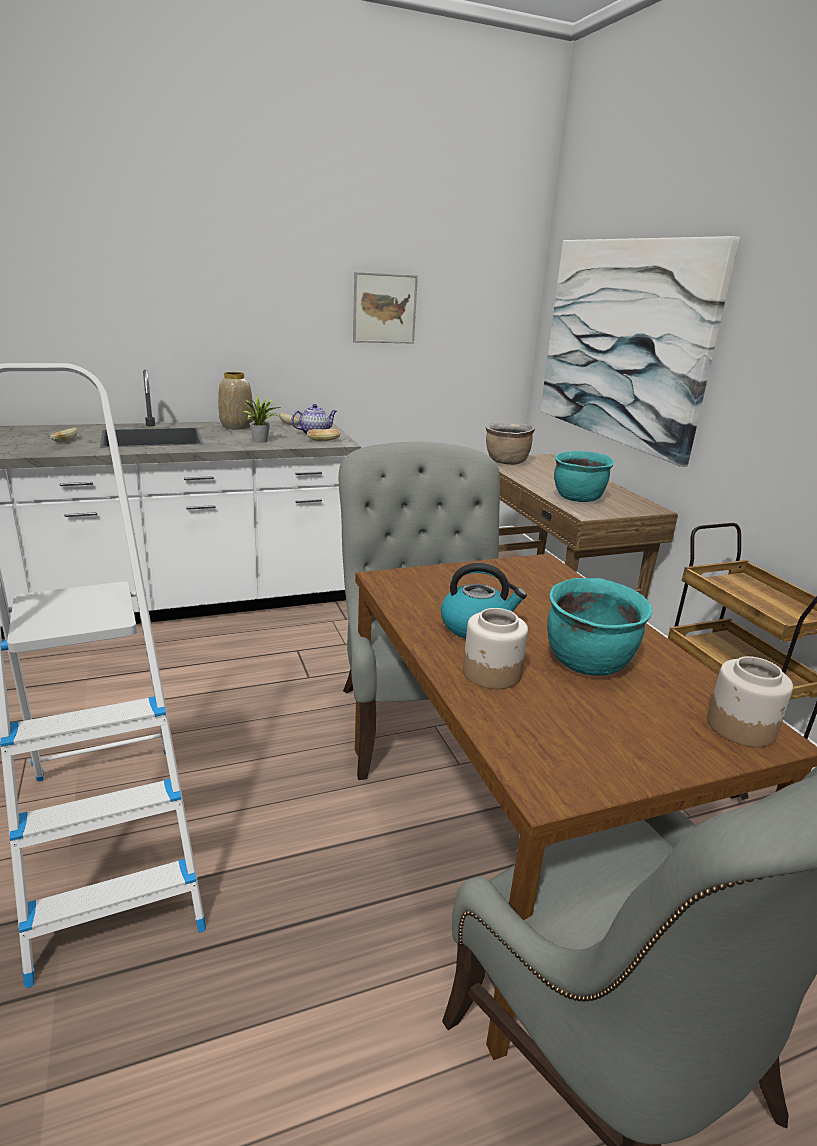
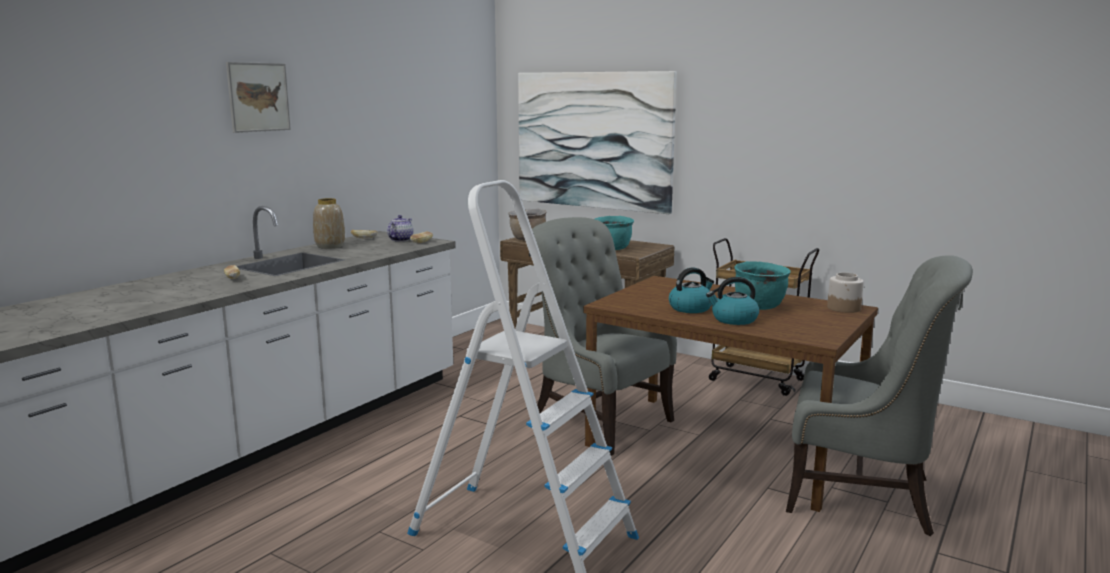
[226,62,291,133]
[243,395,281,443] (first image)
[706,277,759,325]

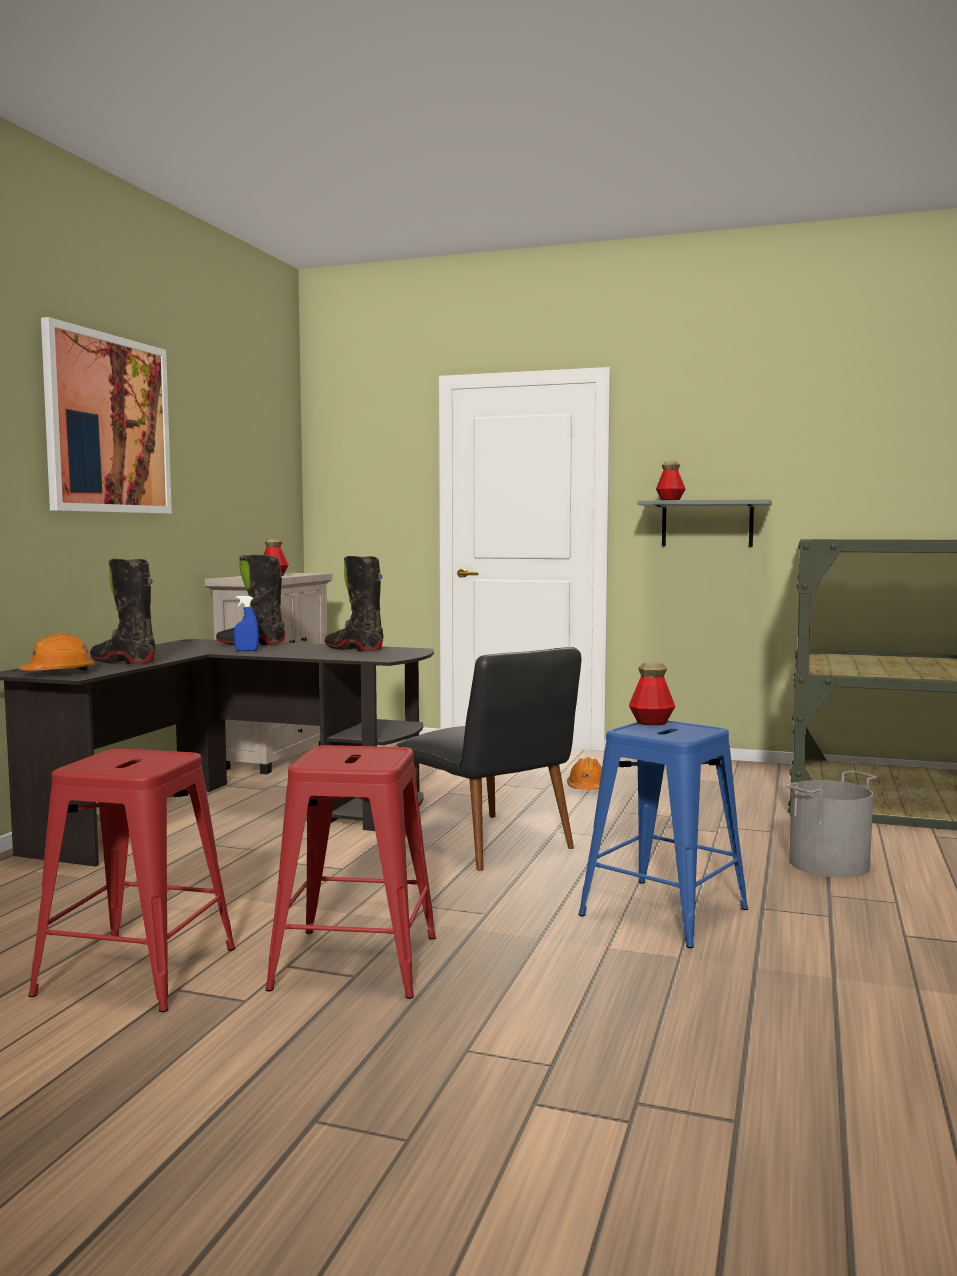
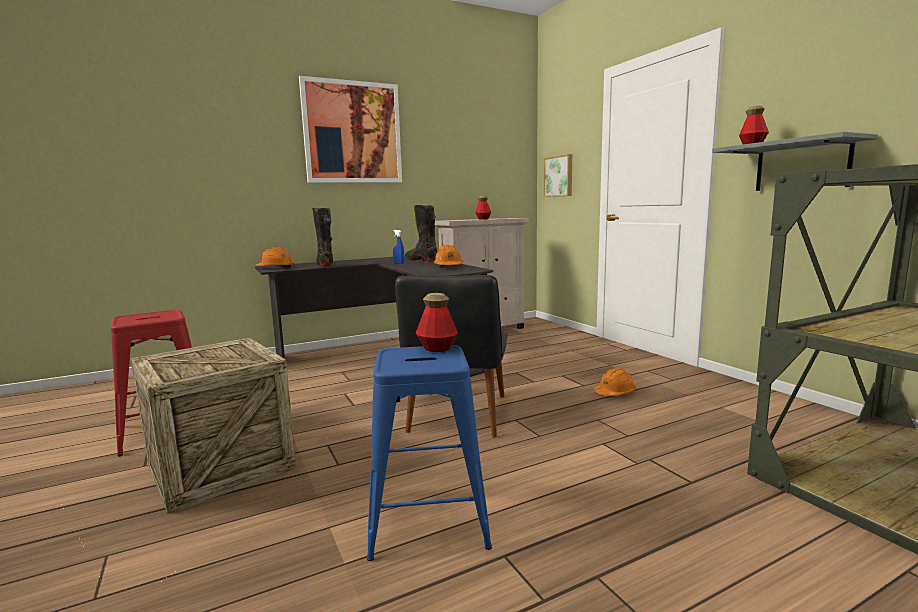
[434,245,463,265]
[131,338,297,514]
[786,770,878,878] (first image)
[544,154,572,197]

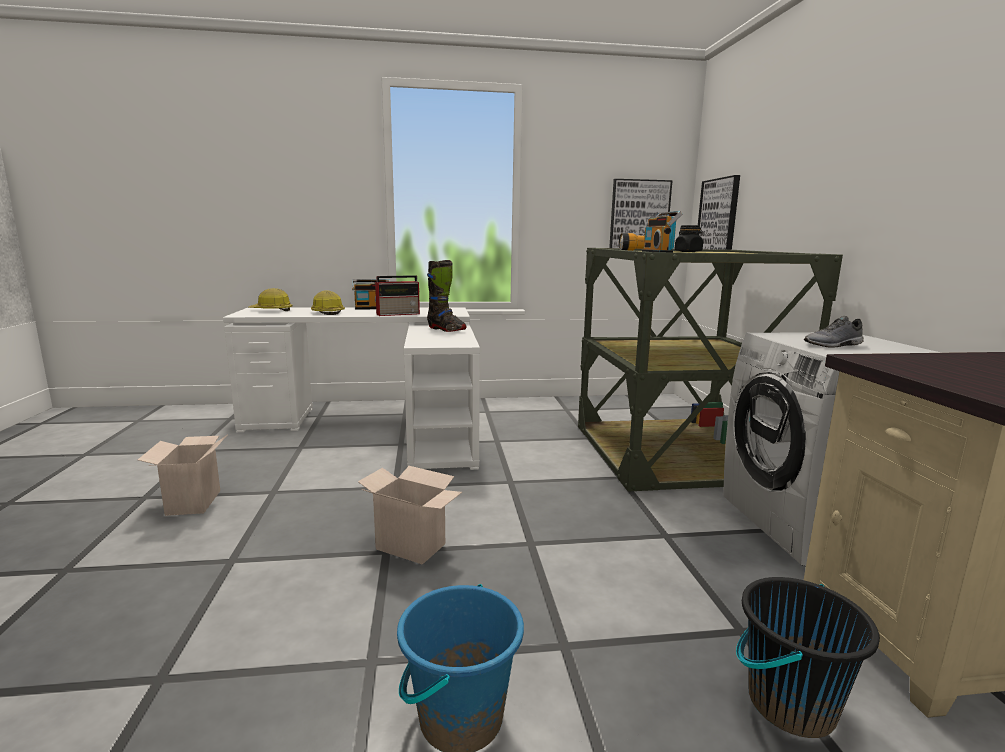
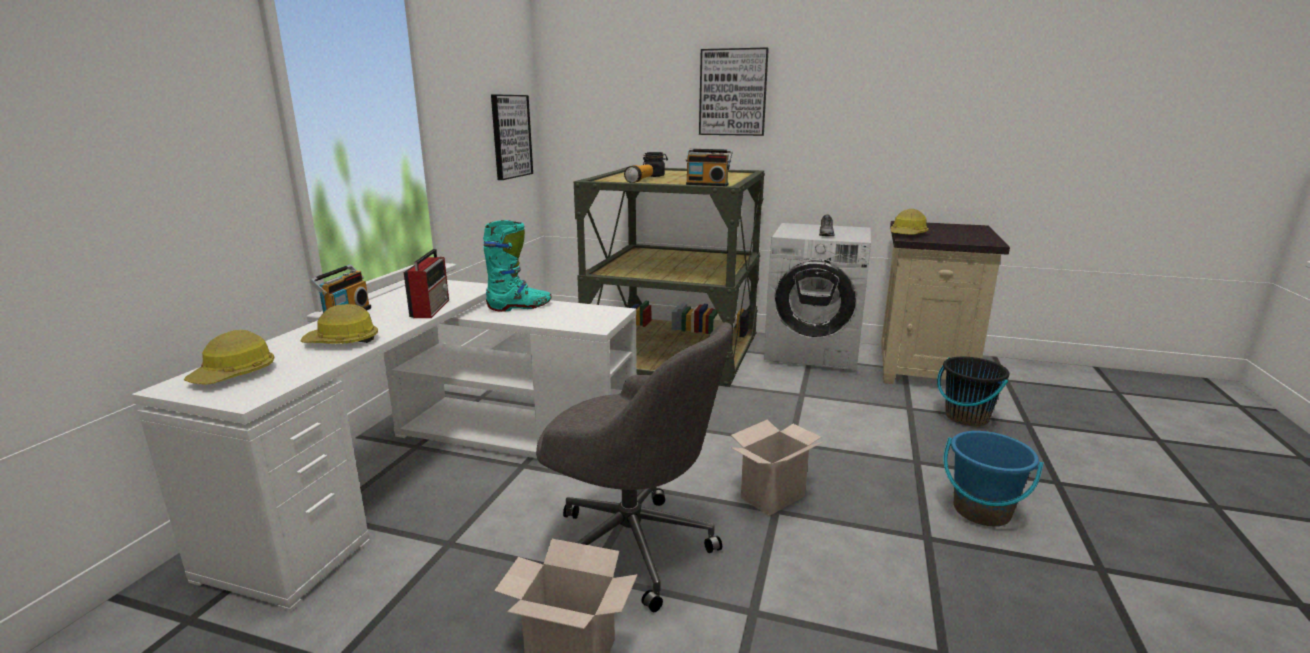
[699,47,769,136]
[483,220,552,312]
[890,209,929,235]
[536,322,732,612]

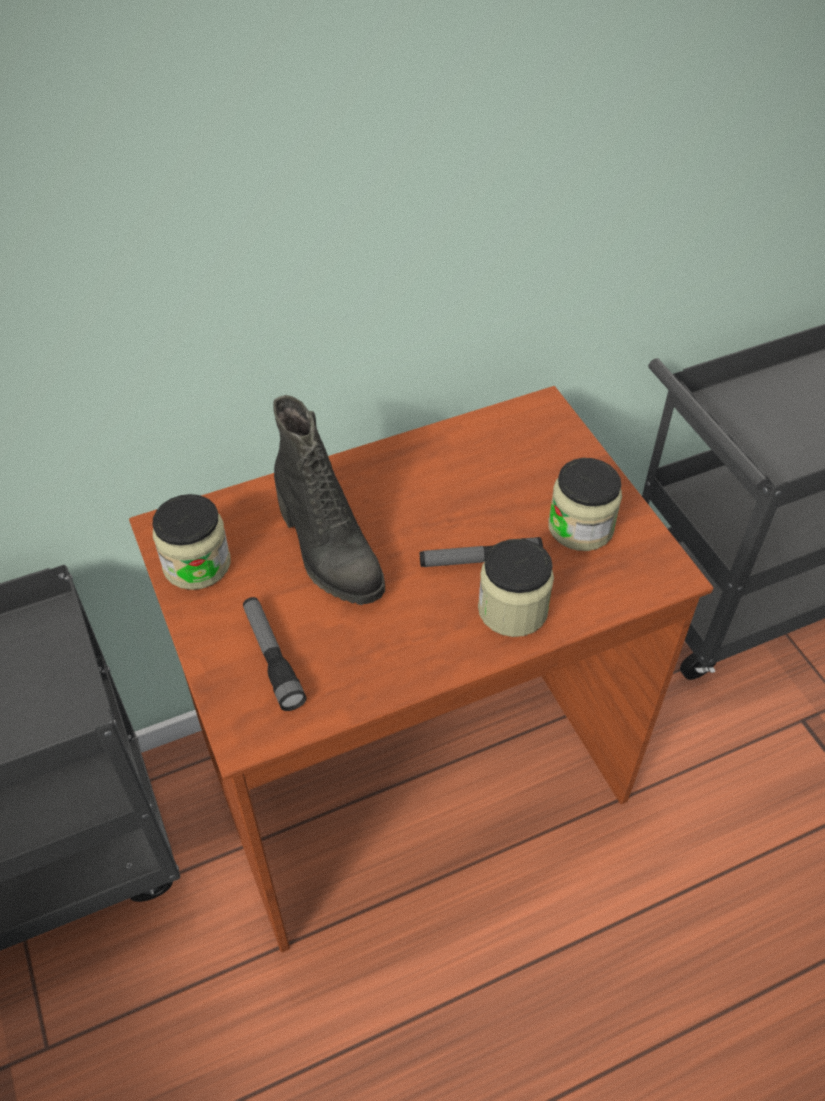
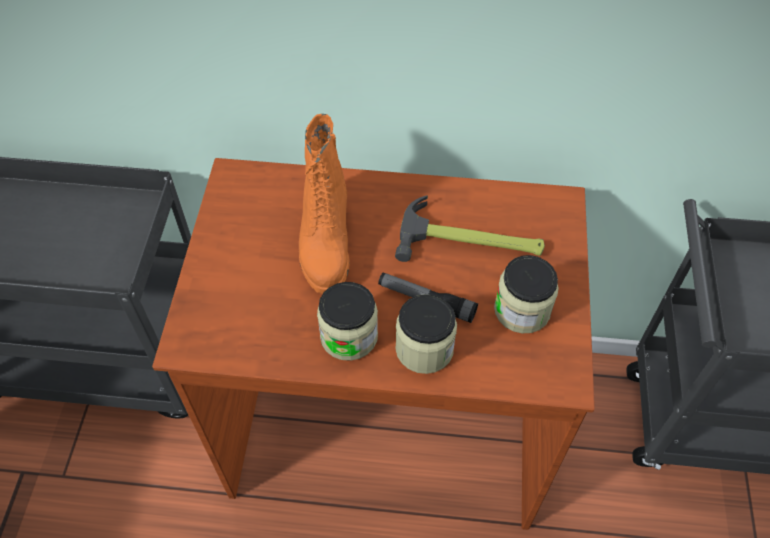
[299,114,350,294]
[317,282,378,361]
[243,597,307,711] (first image)
[395,195,545,262]

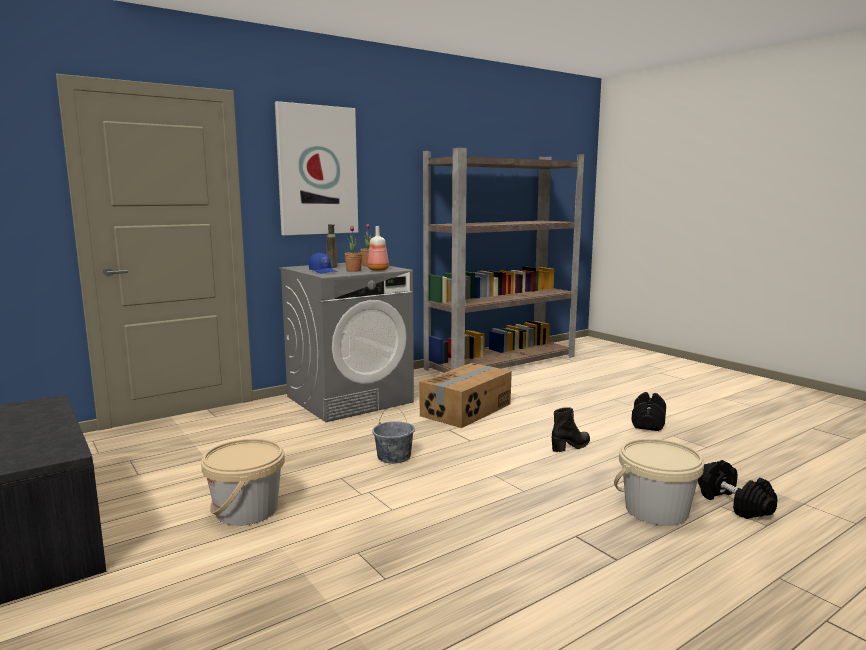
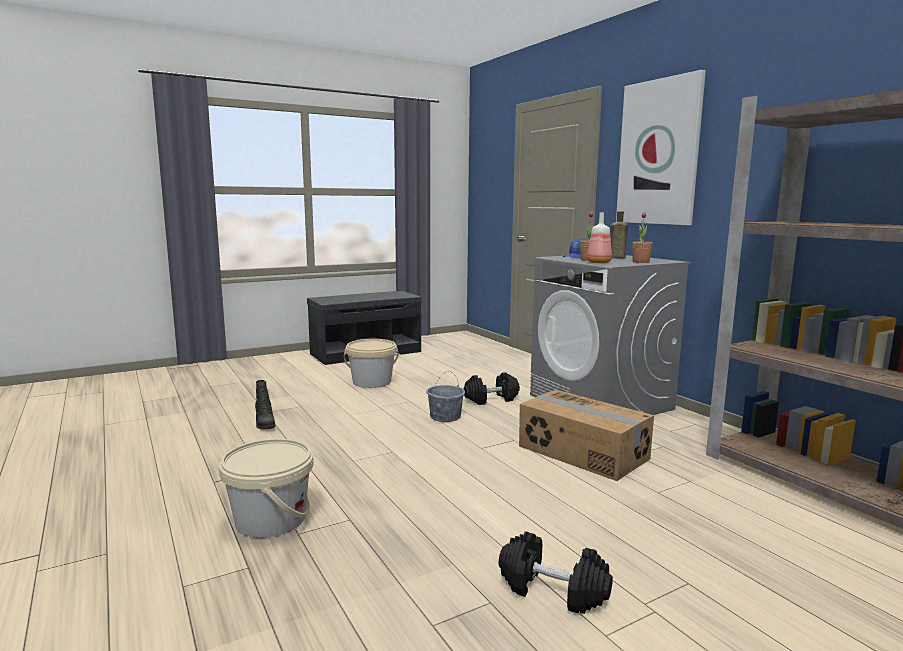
[255,380,276,430]
[464,372,520,405]

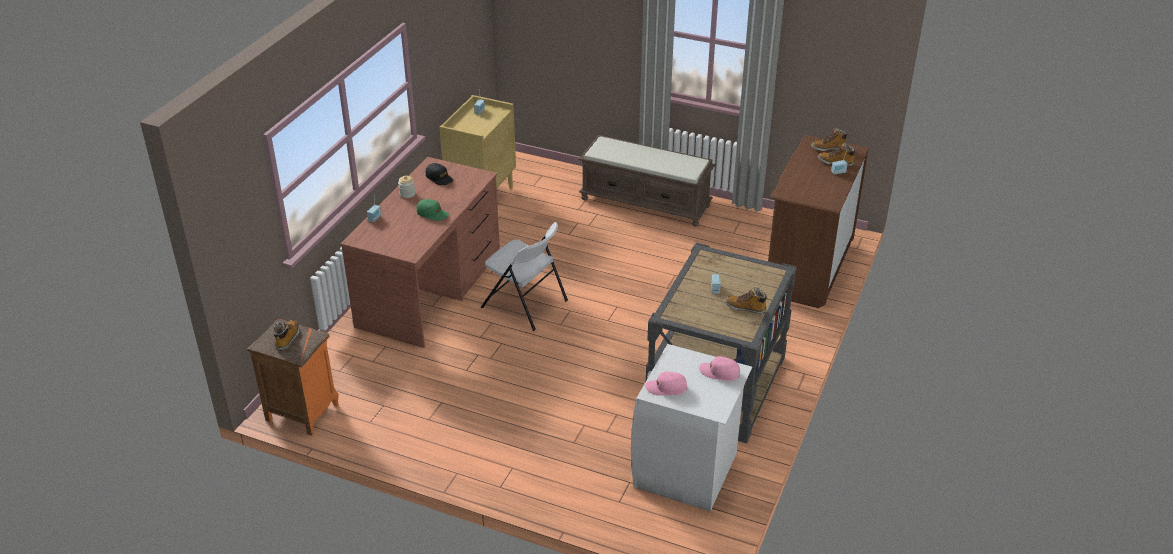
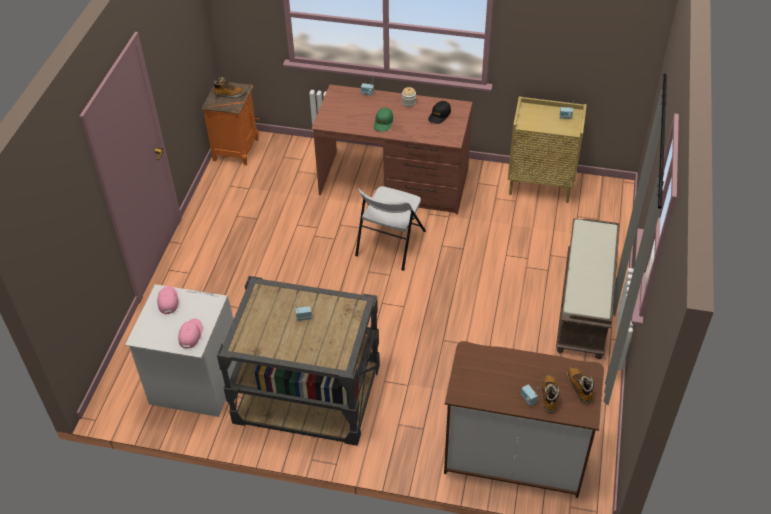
[725,287,768,314] (first image)

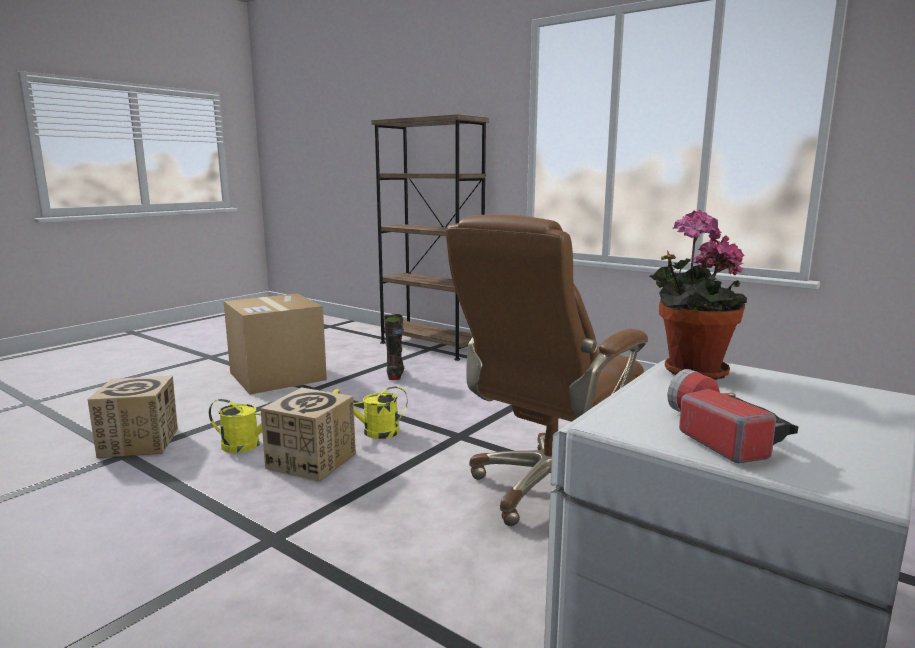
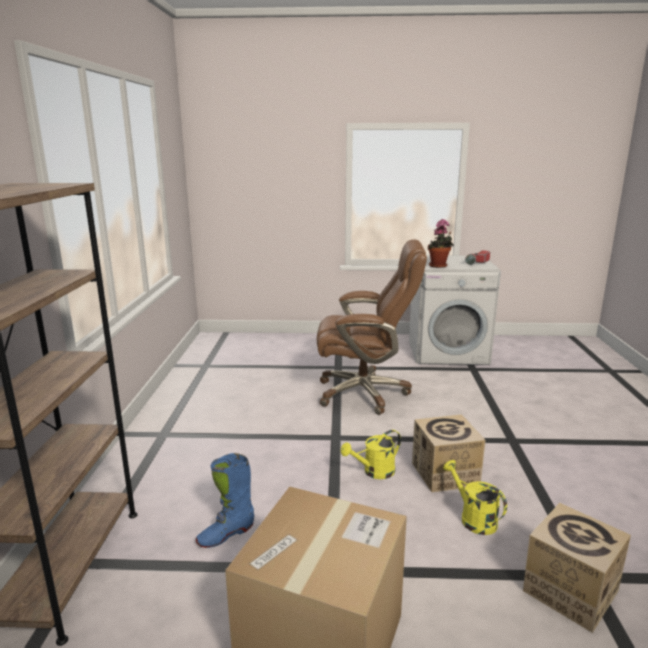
[196,453,254,548]
[341,430,401,479]

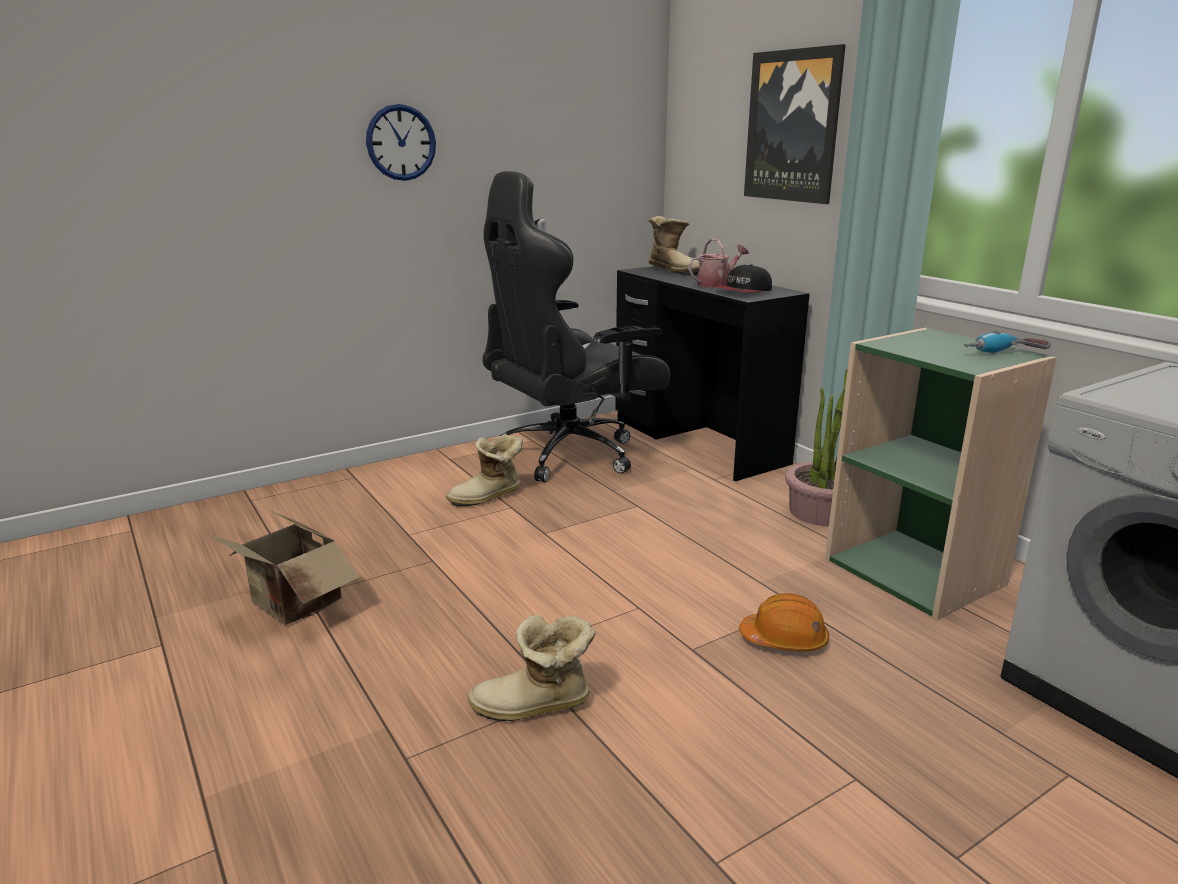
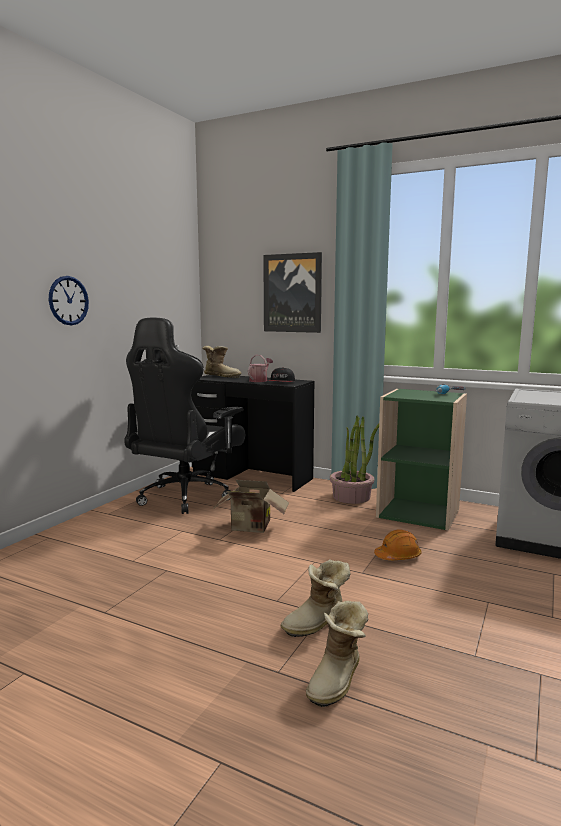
[306,601,369,707]
[212,480,289,533]

